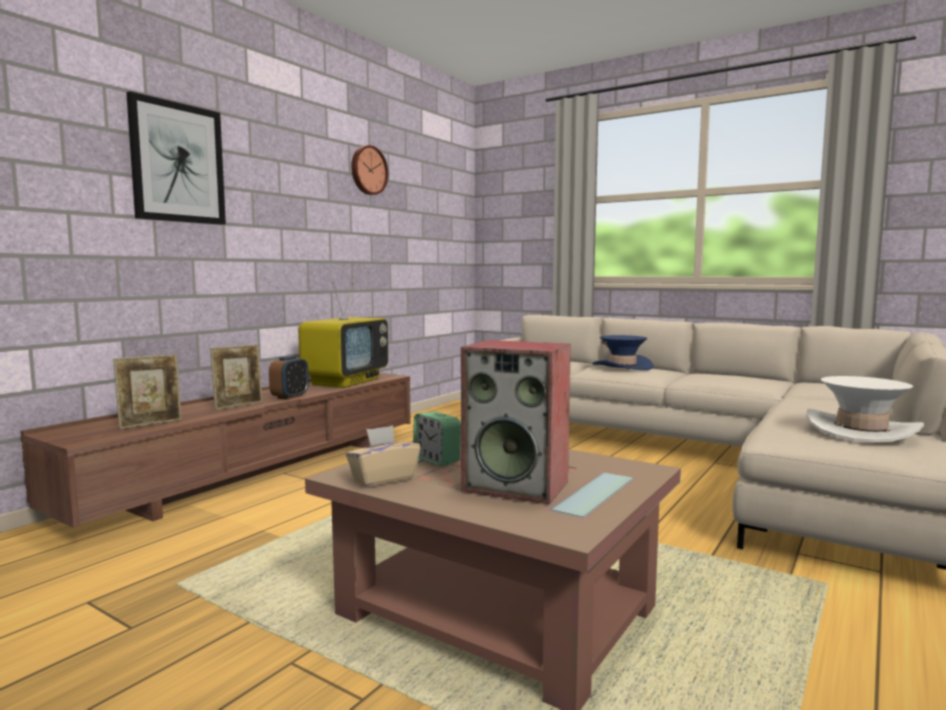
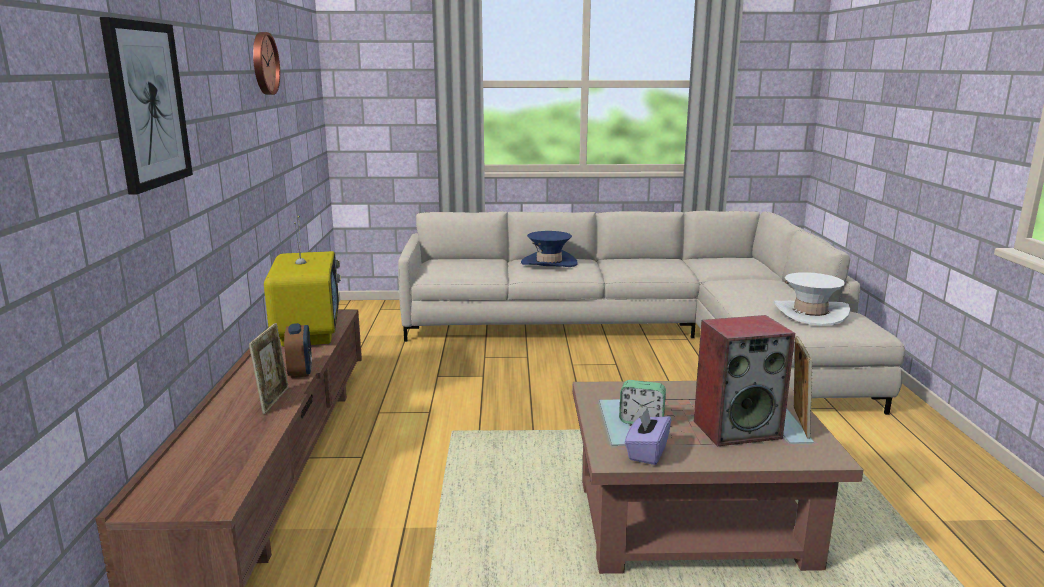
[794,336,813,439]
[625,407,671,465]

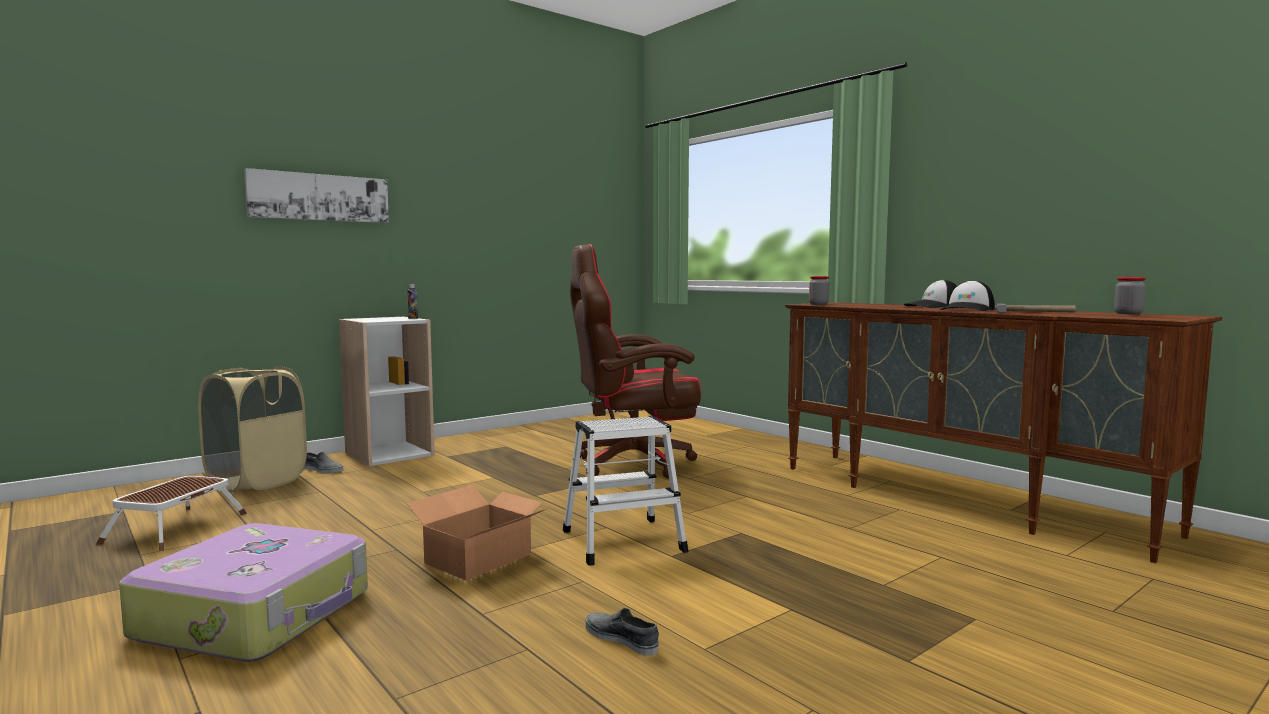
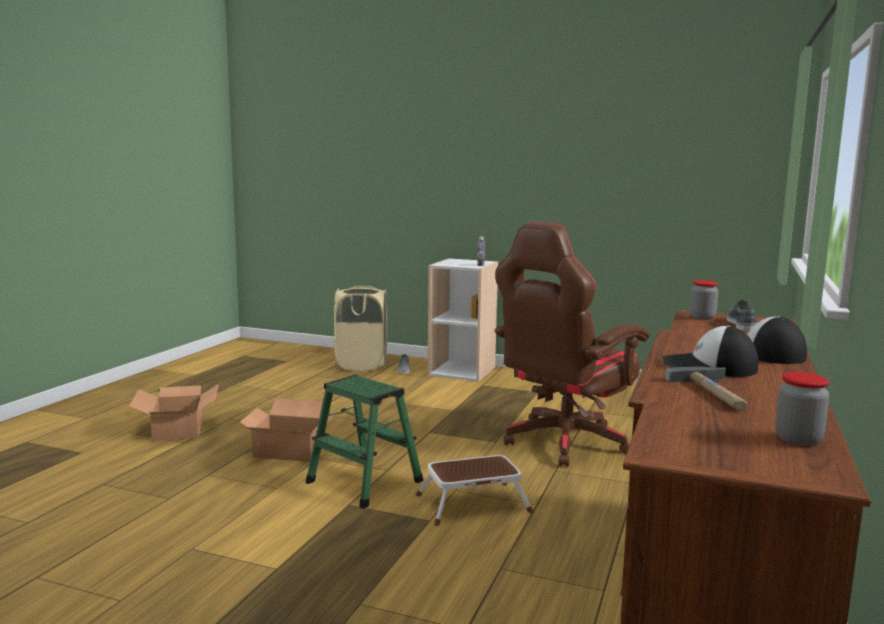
[244,168,389,223] (first image)
[495,222,650,467]
[305,375,423,509]
[416,455,534,526]
[129,384,219,441]
[727,300,756,331]

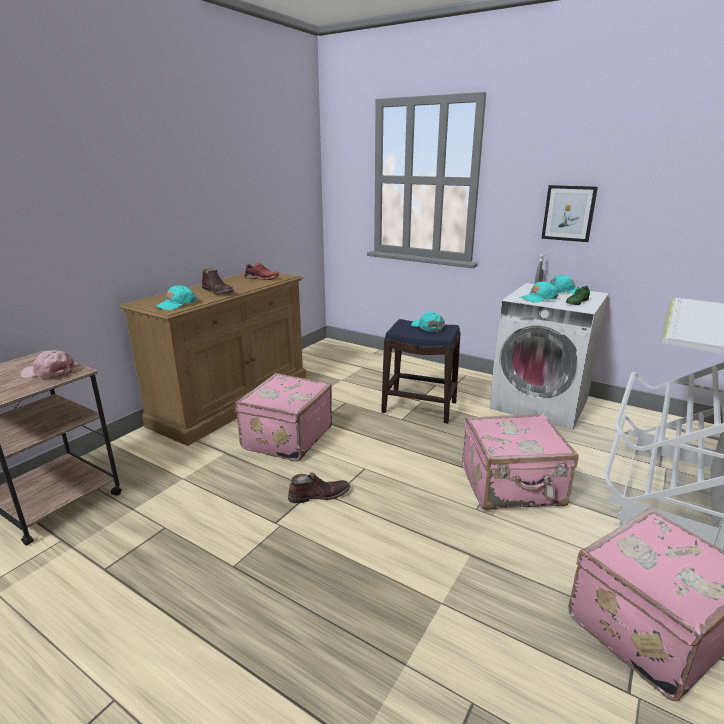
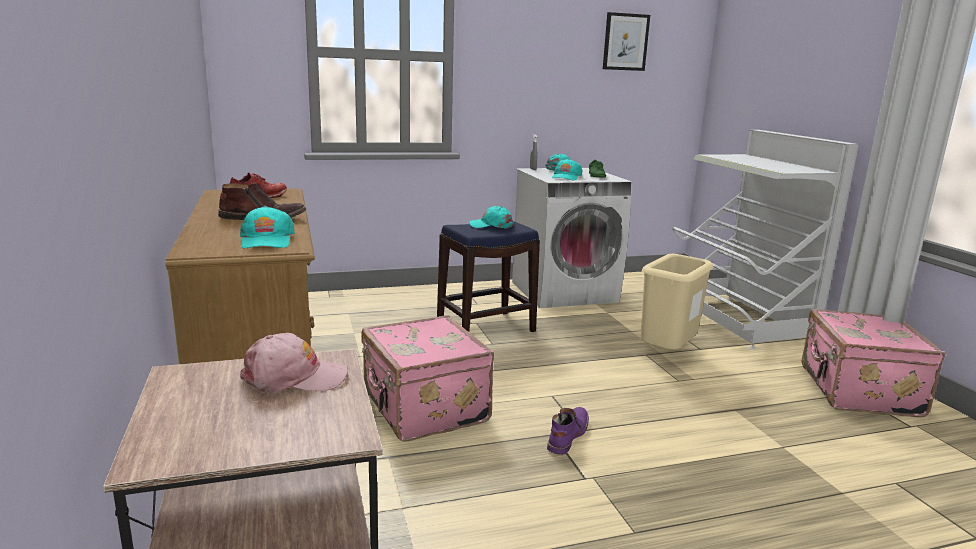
[603,12,650,71]
[240,333,348,394]
[641,254,714,350]
[547,407,589,455]

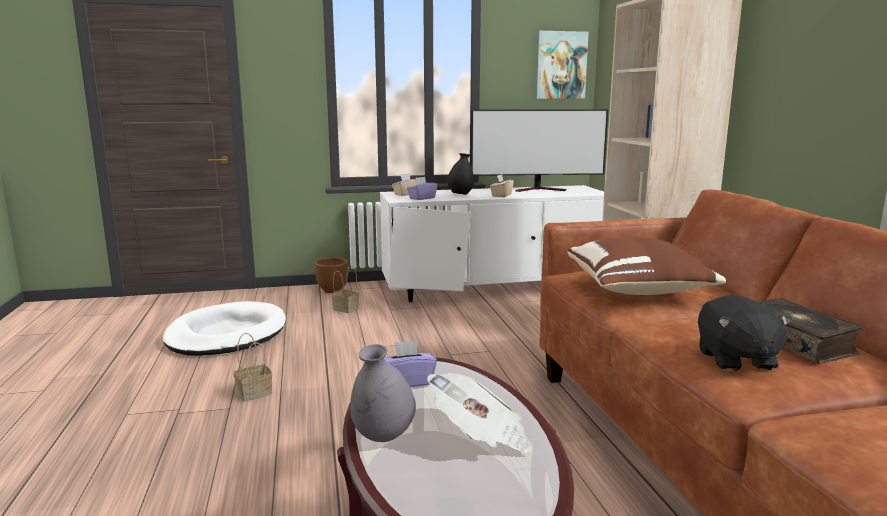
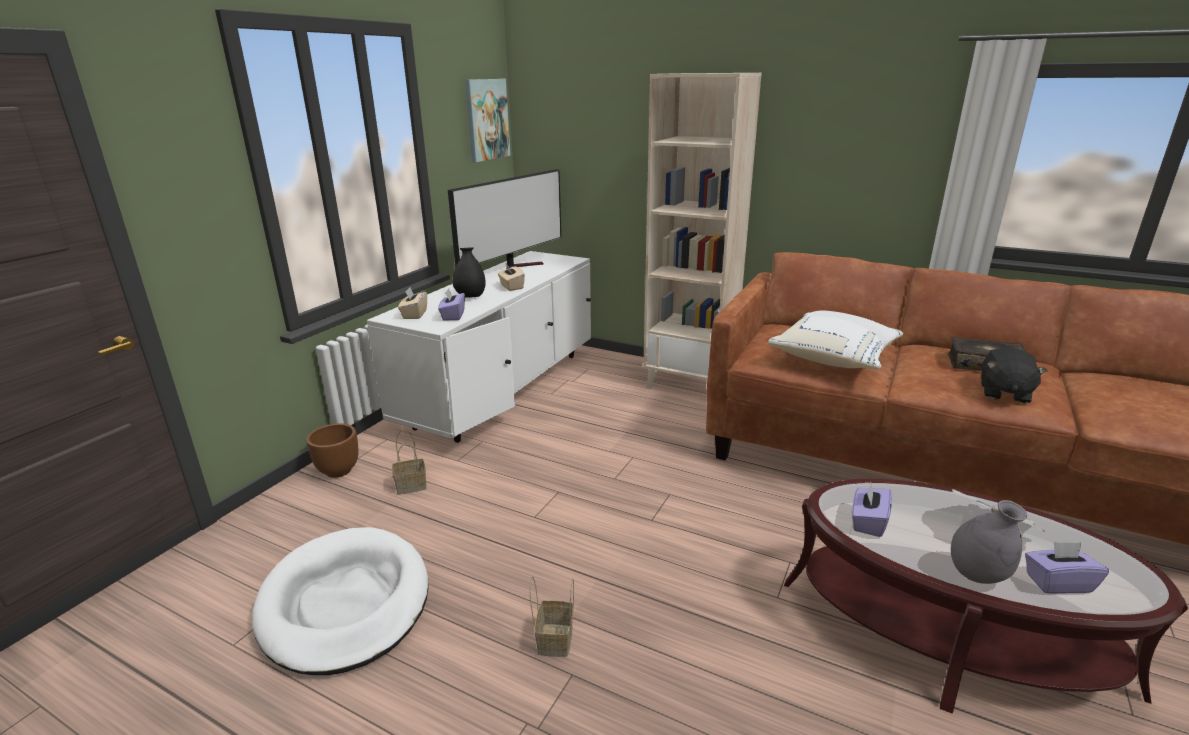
[768,311,903,369]
[981,348,1048,404]
[1025,542,1109,594]

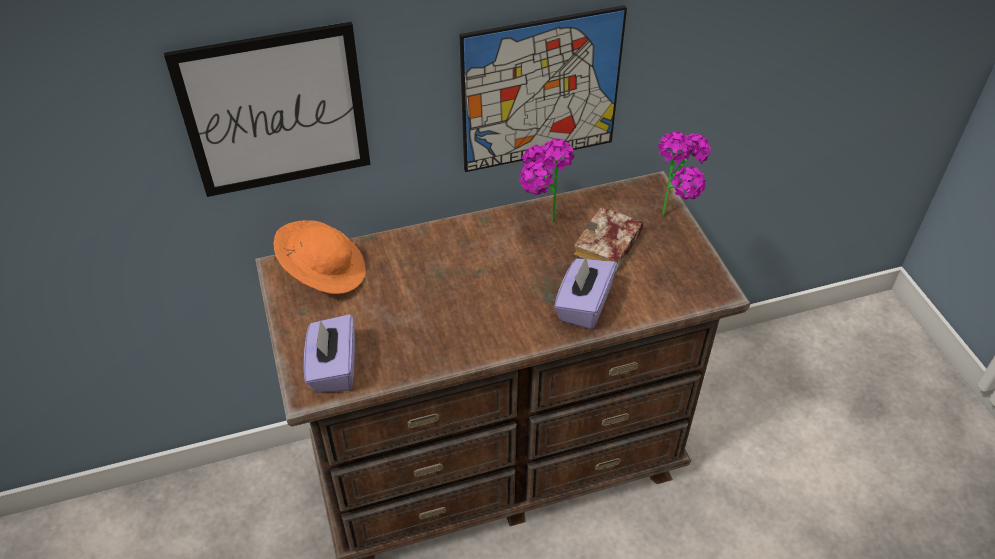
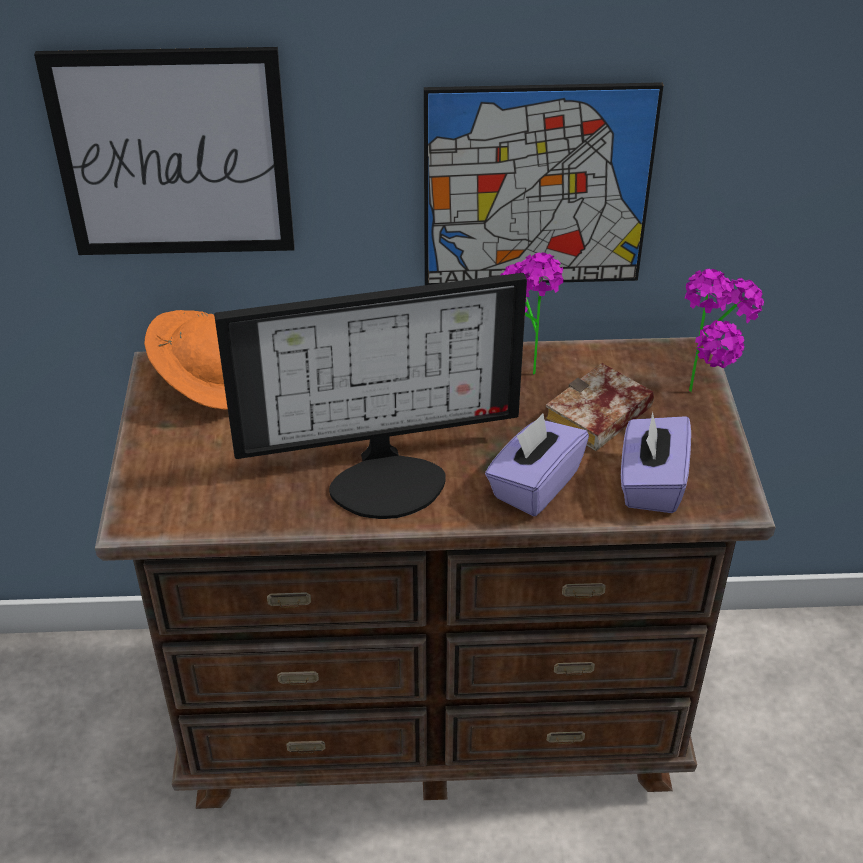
[621,412,691,513]
[214,273,527,519]

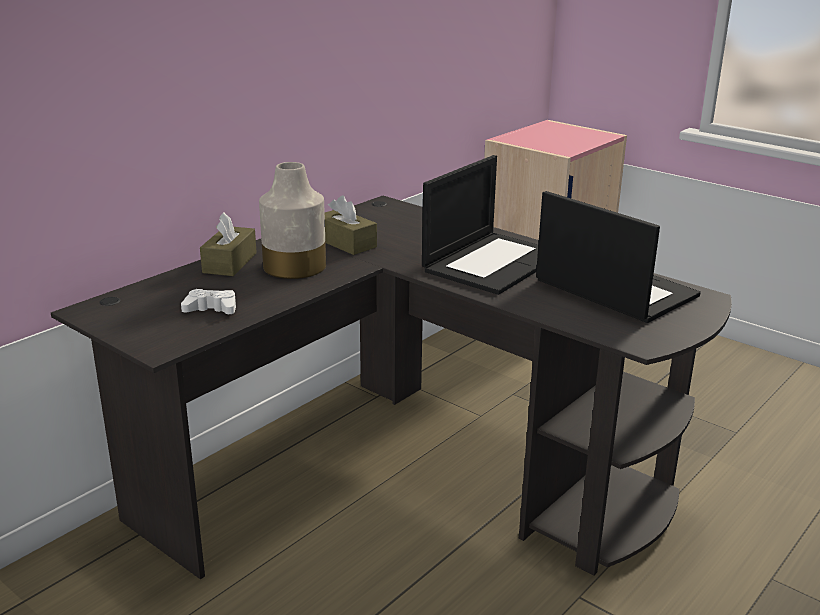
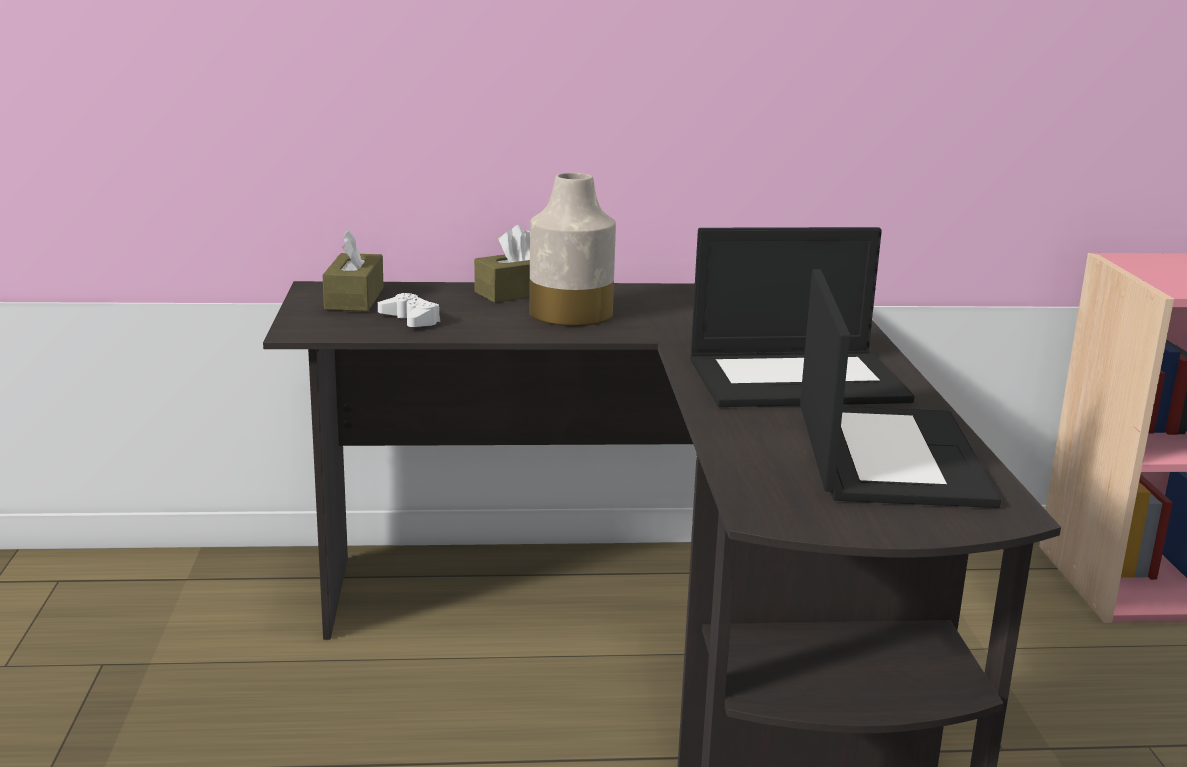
[322,229,384,311]

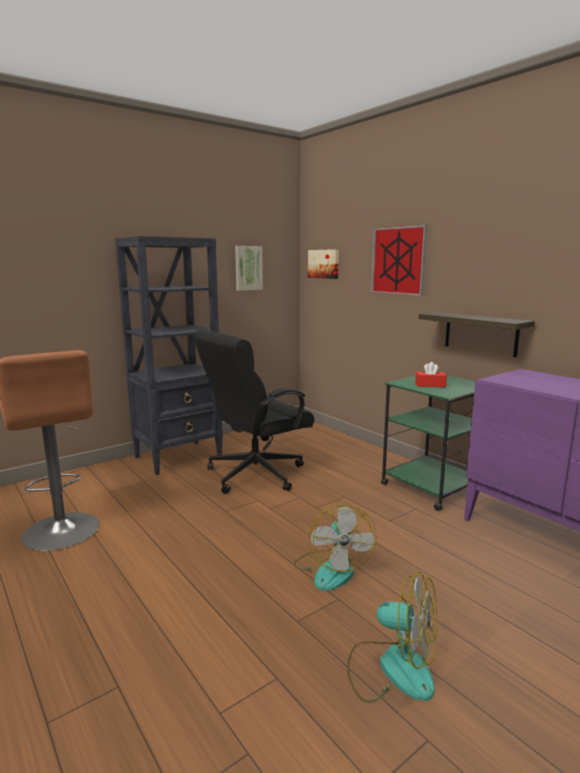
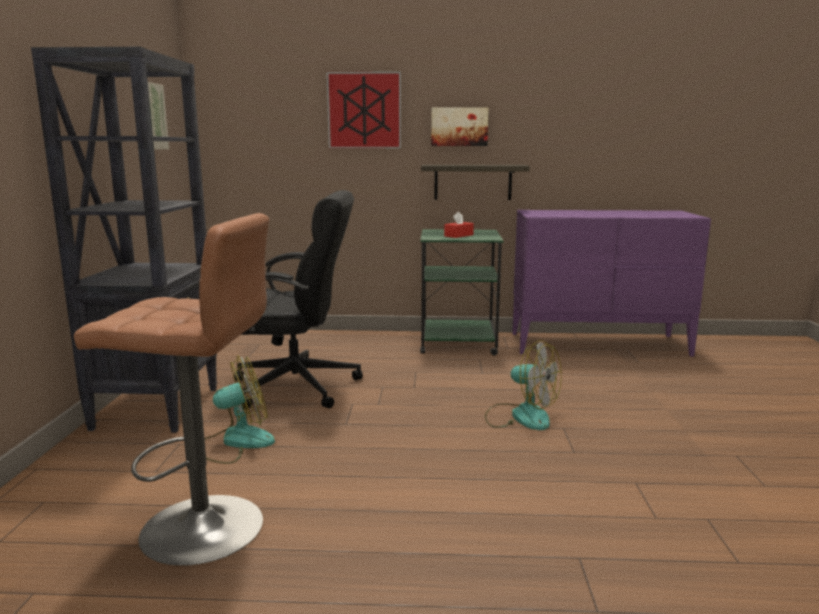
[431,107,489,146]
[234,190,363,410]
[204,355,275,464]

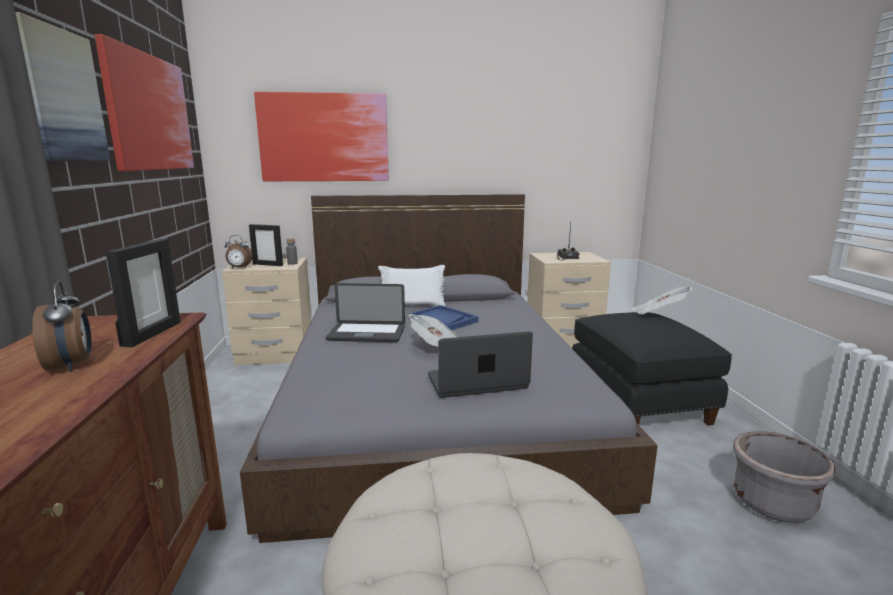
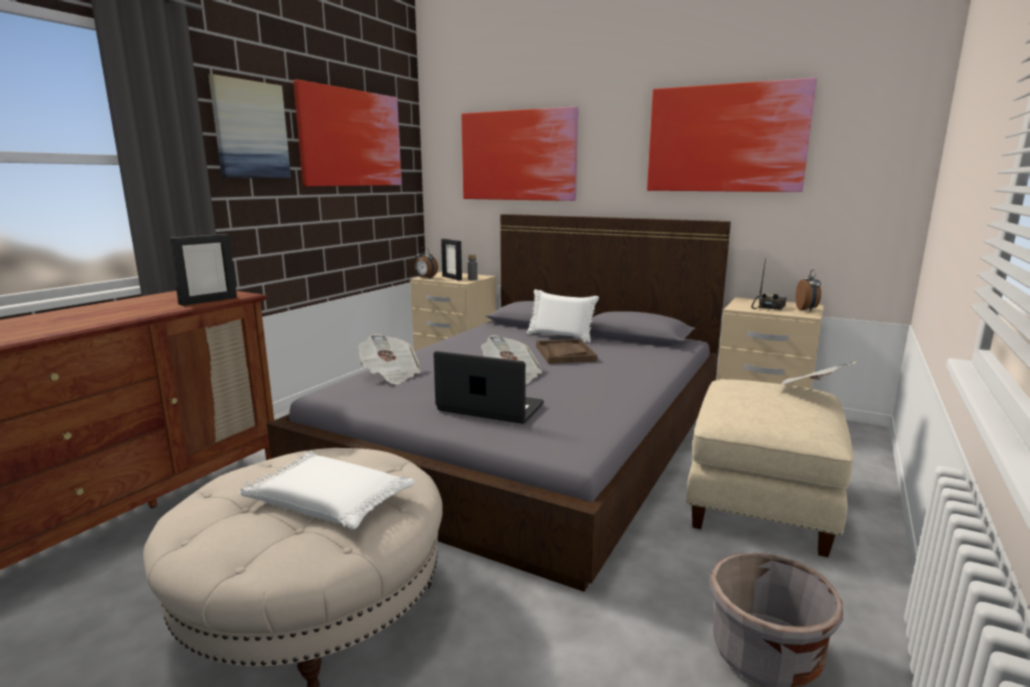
[796,269,821,312]
[326,283,405,342] (first image)
[536,339,597,364]
[686,380,853,557]
[647,78,817,192]
[358,334,421,384]
[239,451,415,529]

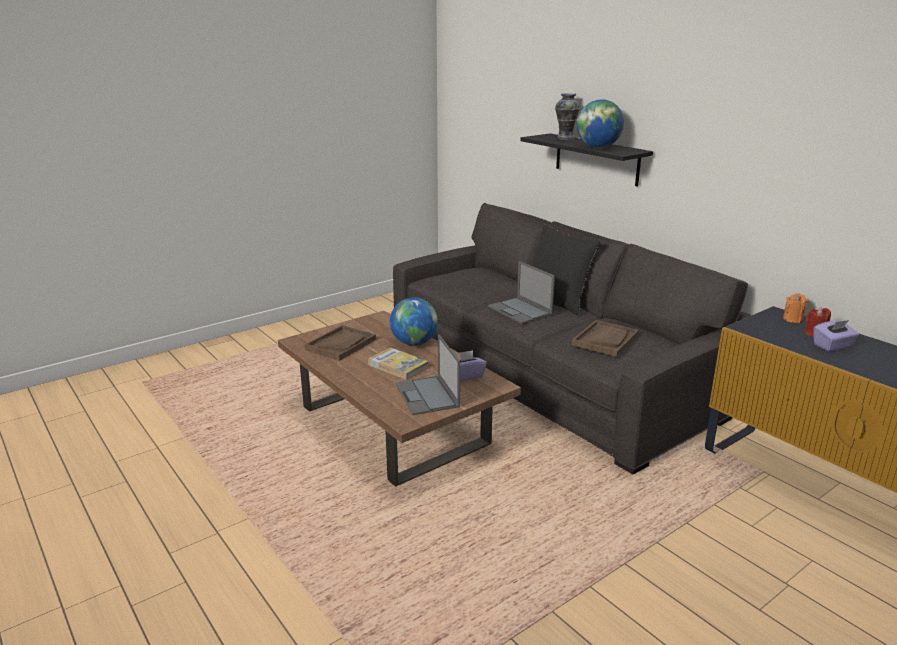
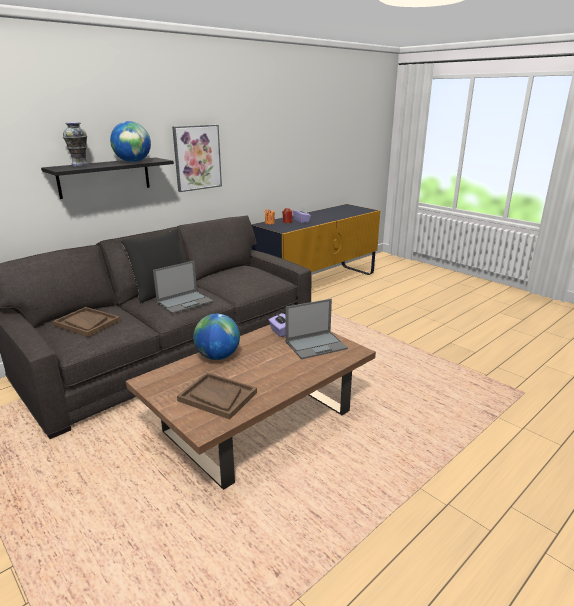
[53,307,121,337]
[368,347,429,380] (first image)
[172,125,222,192]

